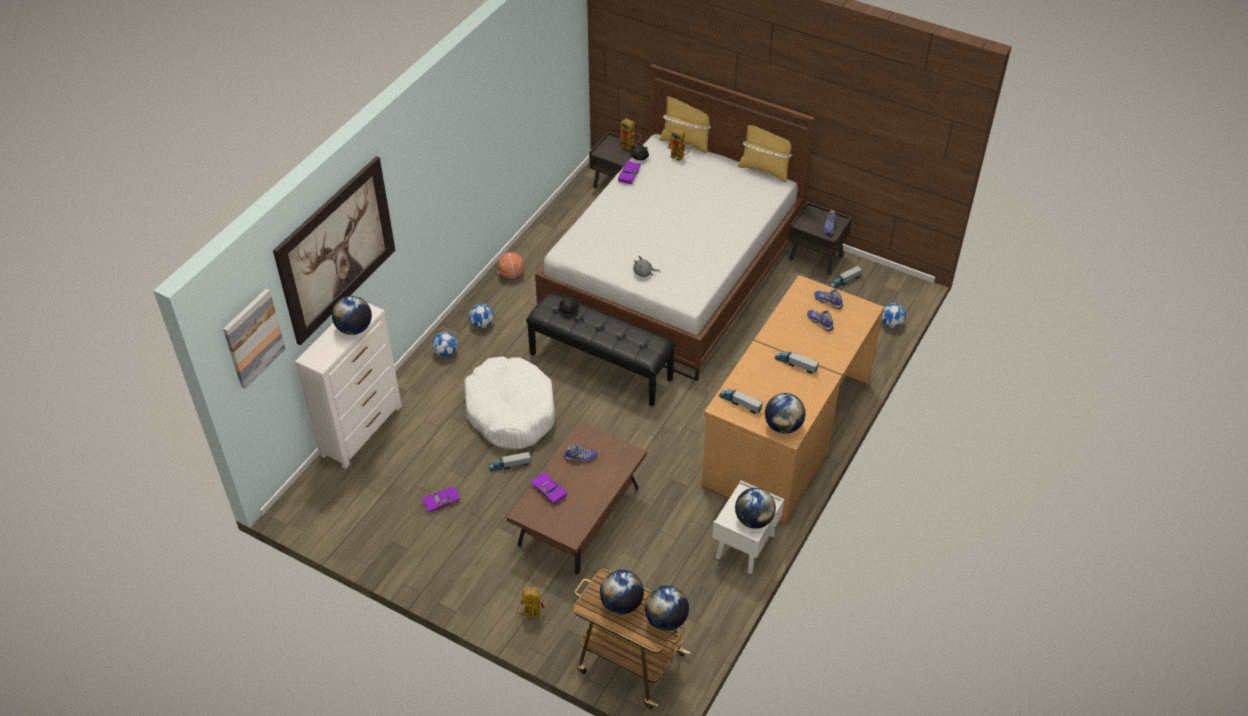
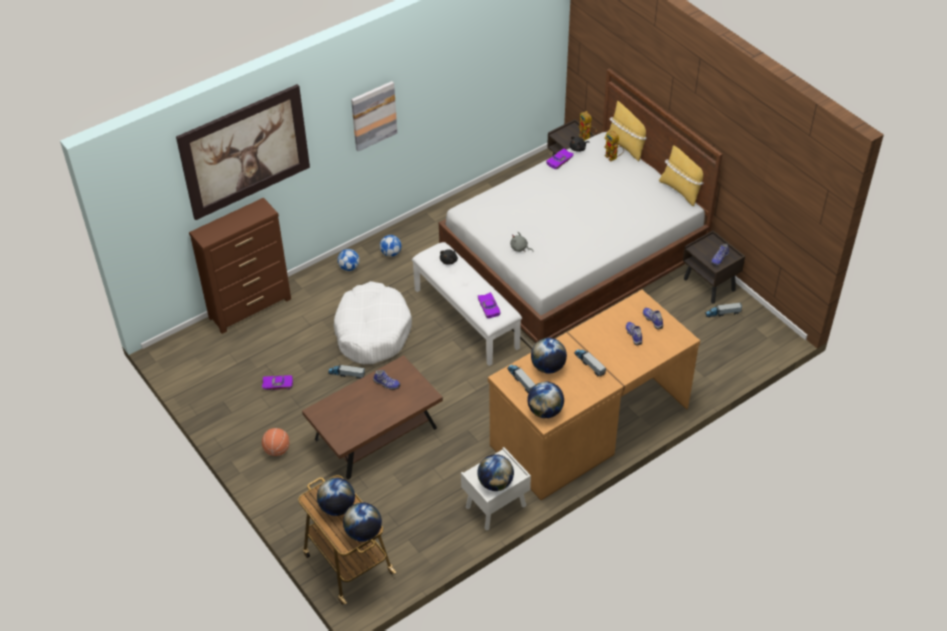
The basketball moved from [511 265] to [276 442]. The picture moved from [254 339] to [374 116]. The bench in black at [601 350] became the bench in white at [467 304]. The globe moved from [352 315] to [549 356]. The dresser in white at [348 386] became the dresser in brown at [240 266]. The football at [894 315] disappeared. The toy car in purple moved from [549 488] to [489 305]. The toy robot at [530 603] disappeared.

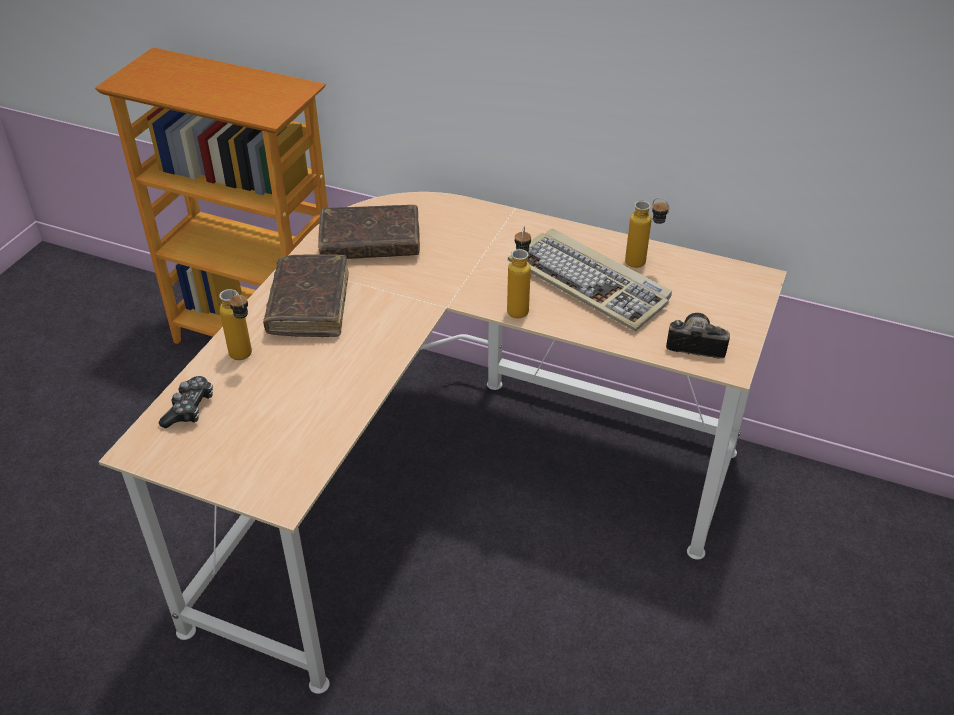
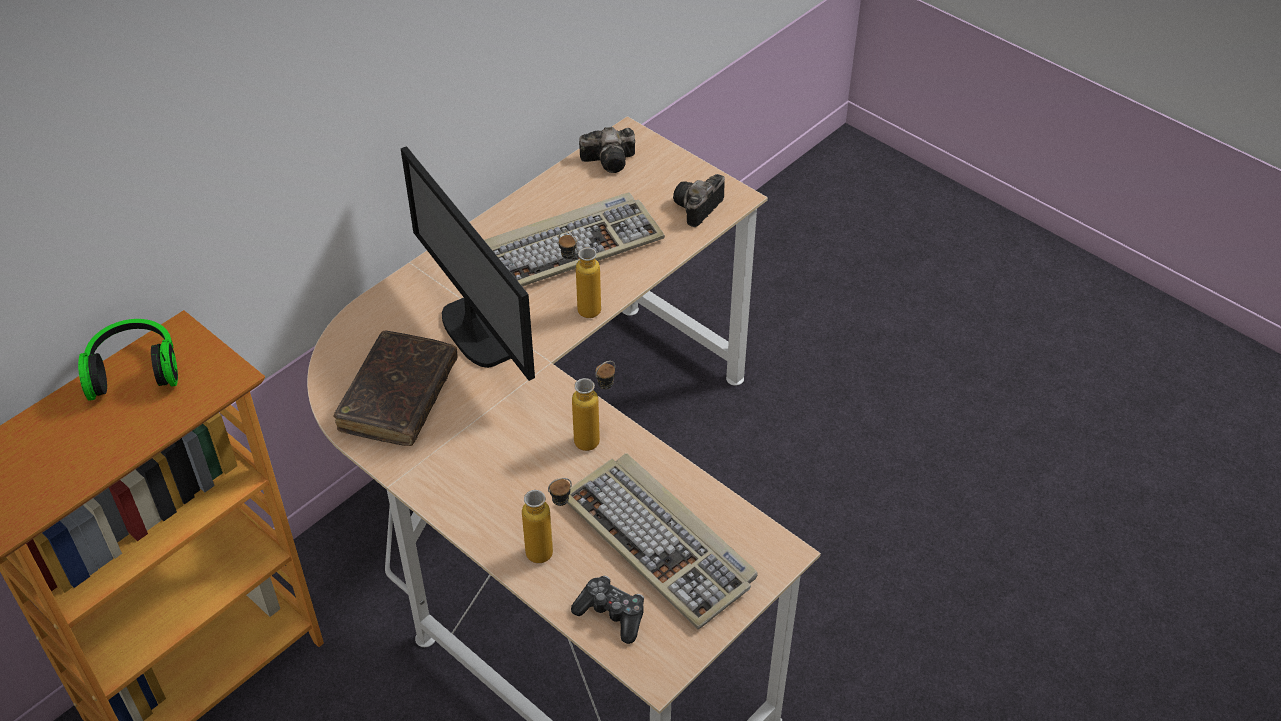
The bottle moved from [647 233] to [593 406]. The book in brown at [305 296] disappeared. The photo camera at [607 150] appeared. The monitor at [468 263] appeared. The headphones at [128 360] appeared. The keyboard at [662 541] appeared.

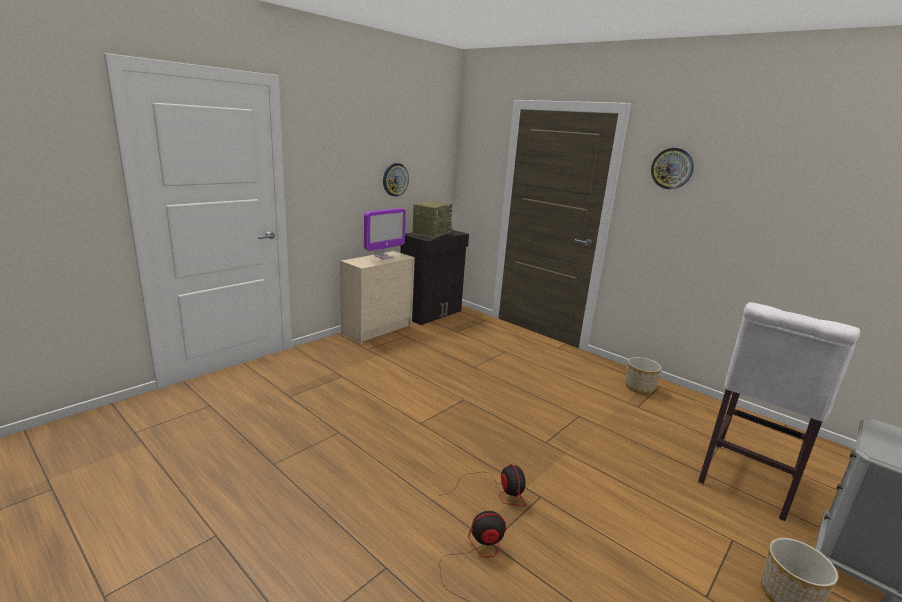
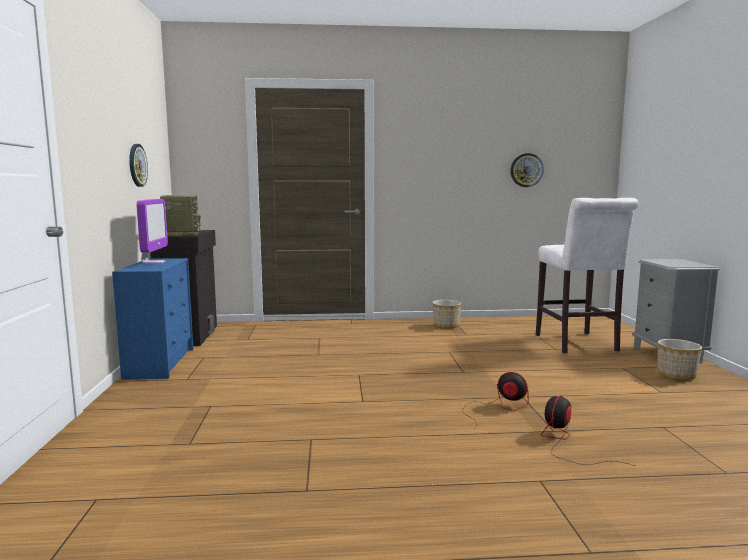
The wall clock moved from [672 168] to [527 170]. The dresser in beige at [377 297] became the dresser in blue at [153 319].

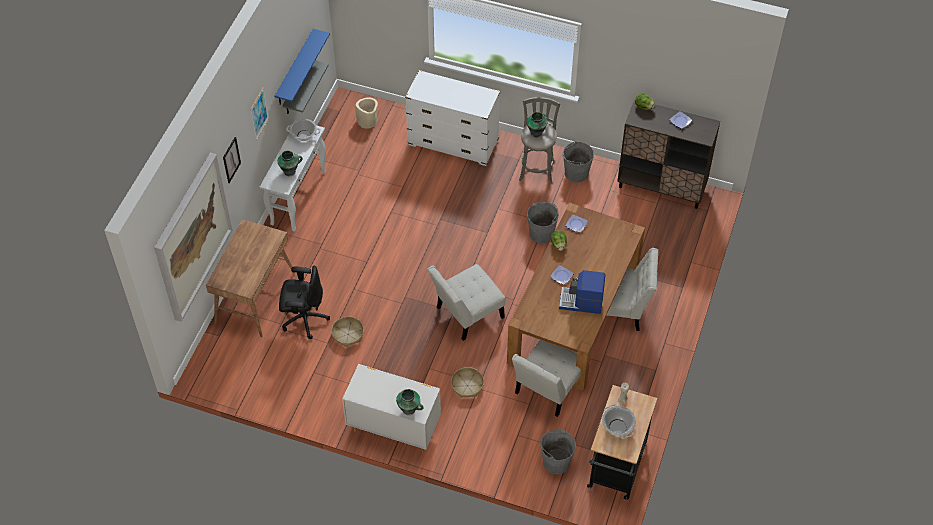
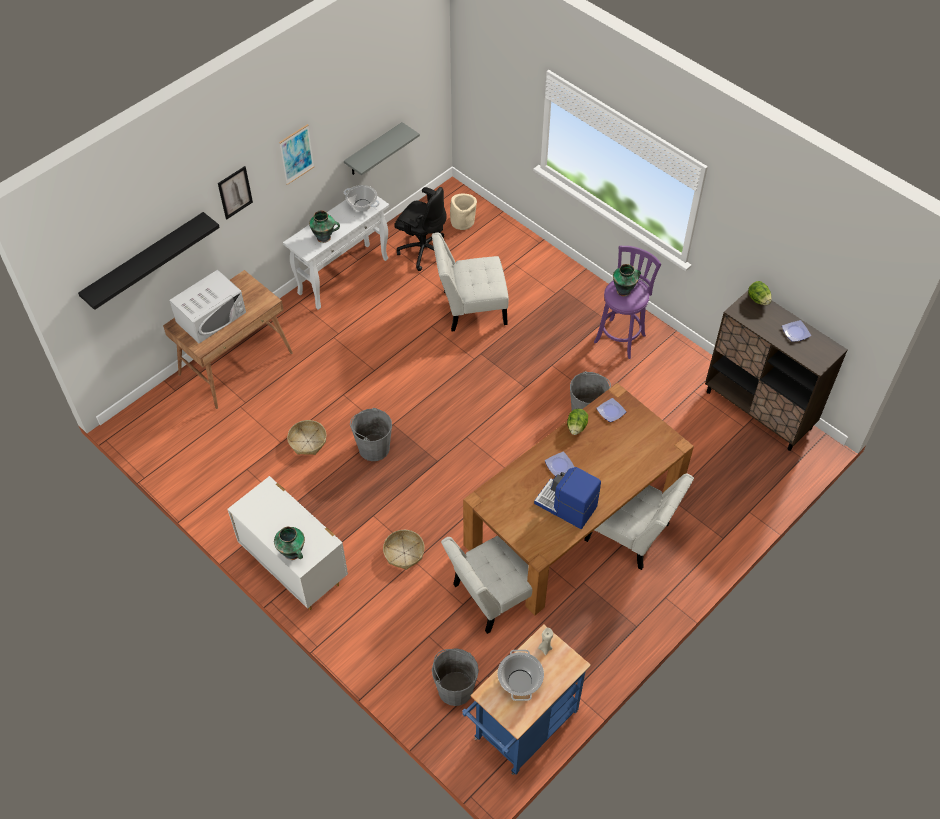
The shelf in blue at [302 67] disappeared. The dresser in white at [452 118] disappeared. The stool in grey at [539 140] became the stool in purple at [627 302]. The bucket in grey moved from [578 162] to [371 434]. The picture at [193 237] was replaced by the shelf in black at [149 261]. The chair in white moved from [466 302] to [470 282]. The office chair in black moved from [304 302] to [420 229]. The cart in black at [622 442] became the cart in blue at [526 699]. The microwave in white at [207 306] appeared.

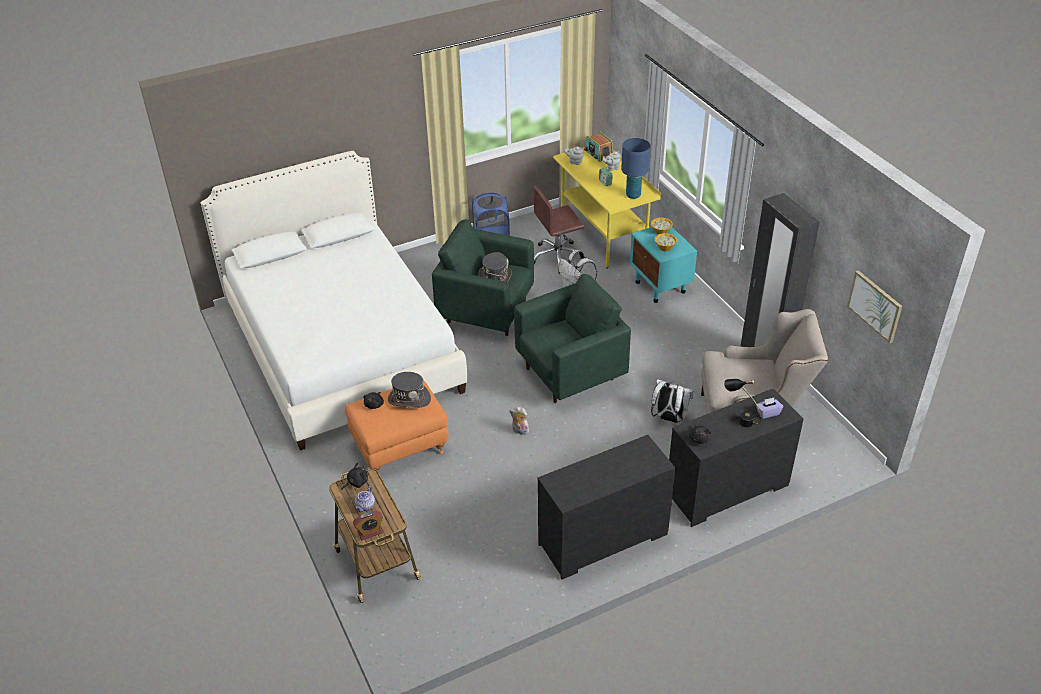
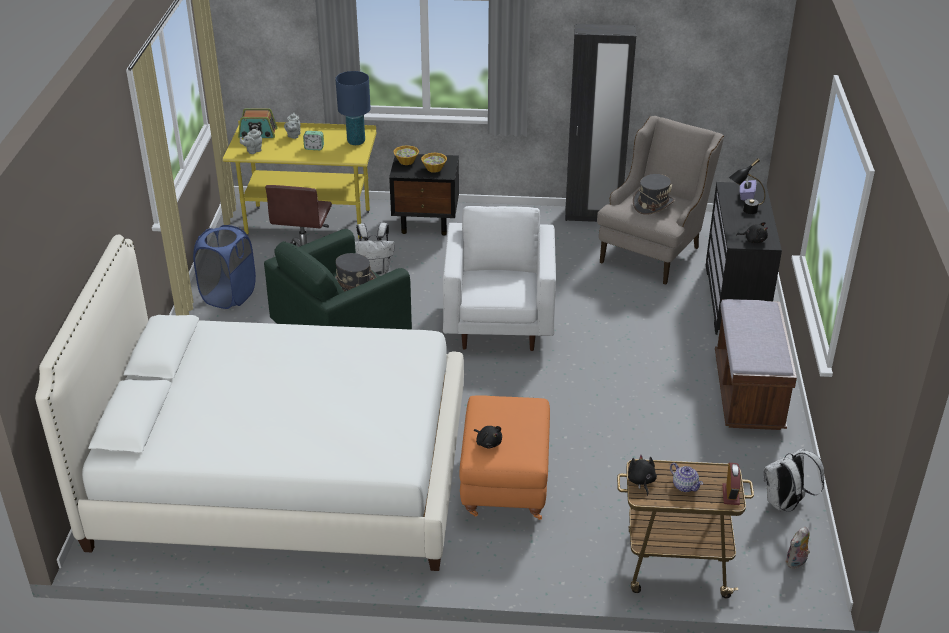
The nightstand in turquoise at [663 265] became the nightstand in black at [424 194]. The picture at [874 307] disappeared. The armchair in green at [572 338] became the armchair in white at [499 278]. The hat in grey moved from [409 390] to [654 194]. The backpack in white moved from [672 401] to [794 480]. The plush toy moved from [519 421] to [797 547]. The dresser in black at [607 507] was replaced by the bench in brown at [756 364].

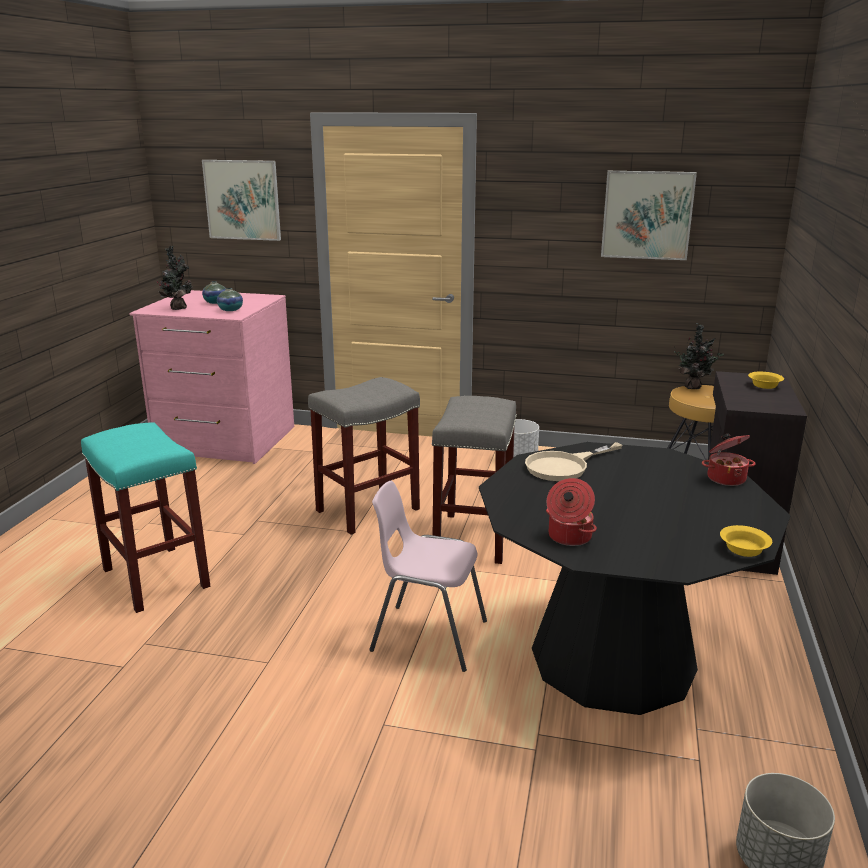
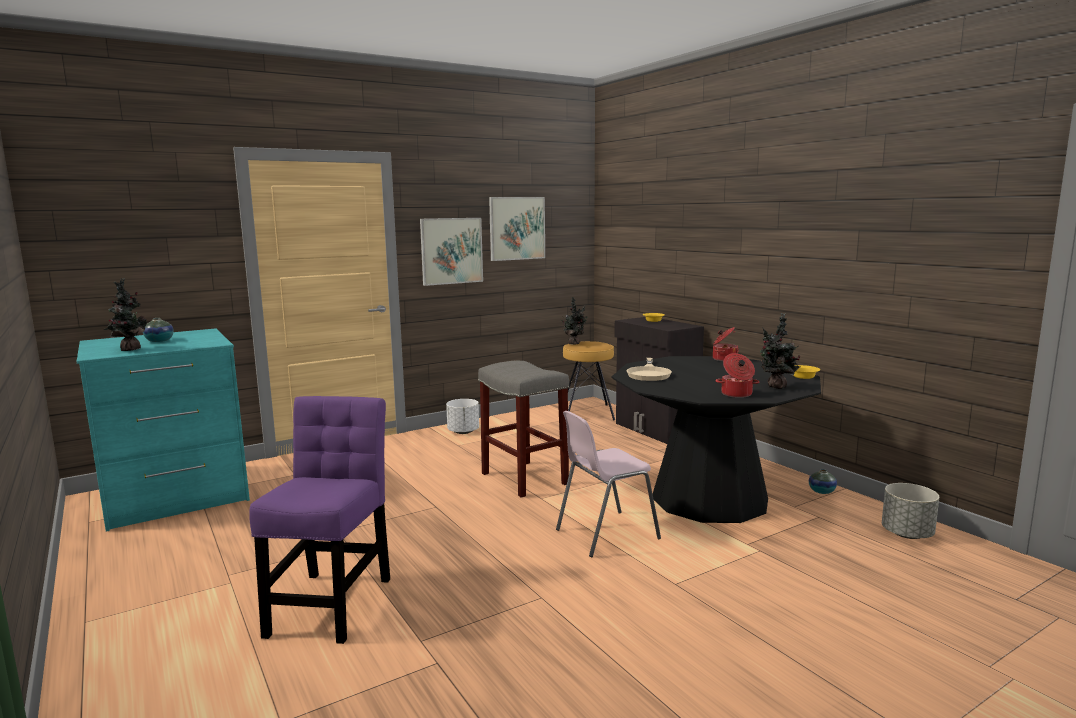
The picture moved from [241 200] to [451 252]. The vase moved from [230 299] to [823 481]. The dresser in pink at [211 377] became the dresser in turquoise at [163 430]. The stool in grey at [364 456] disappeared. The stool in turquoise at [145 517] was replaced by the chair in purple at [319 520]. The potted plant at [780 351] appeared.

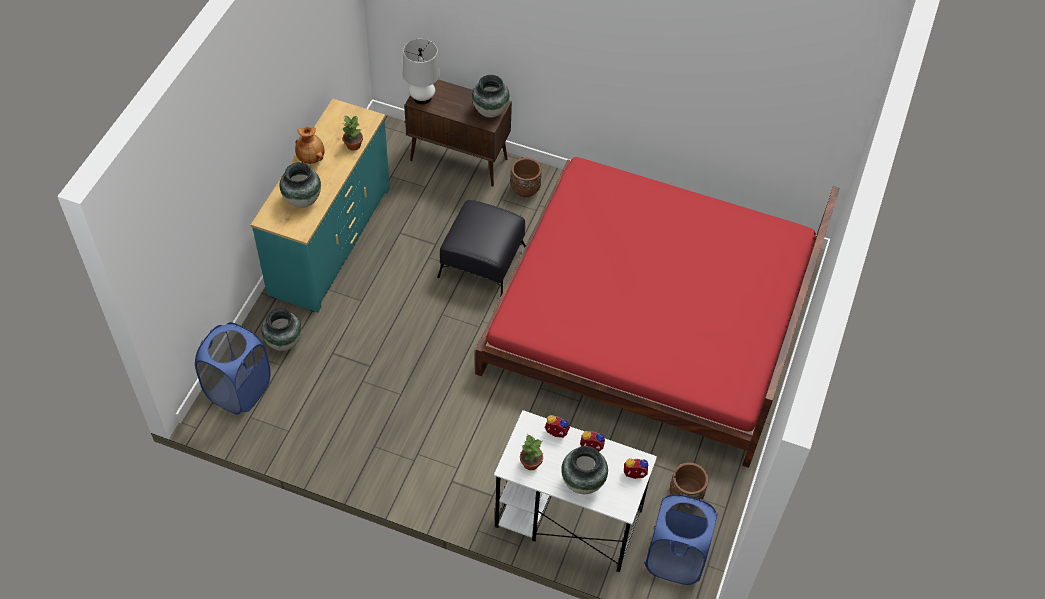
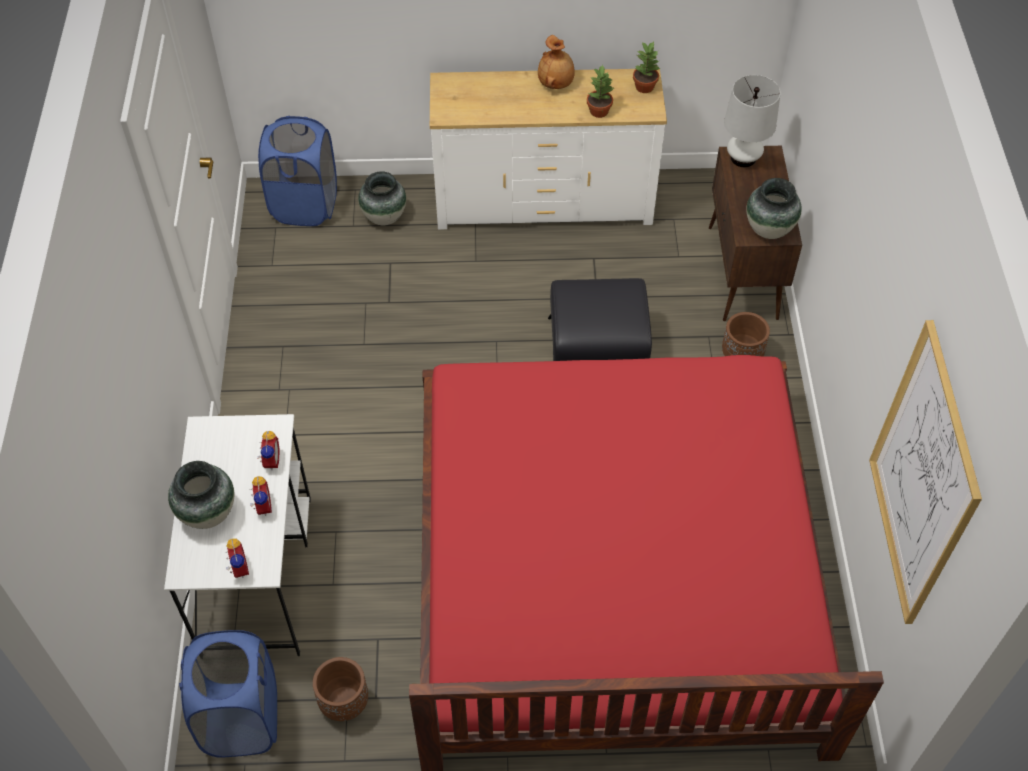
The dresser in turquoise at [320 205] became the dresser in white at [548 149]. The vase at [300 185] disappeared. The potted plant moved from [531 452] to [647 67]. The picture at [925 472] appeared.

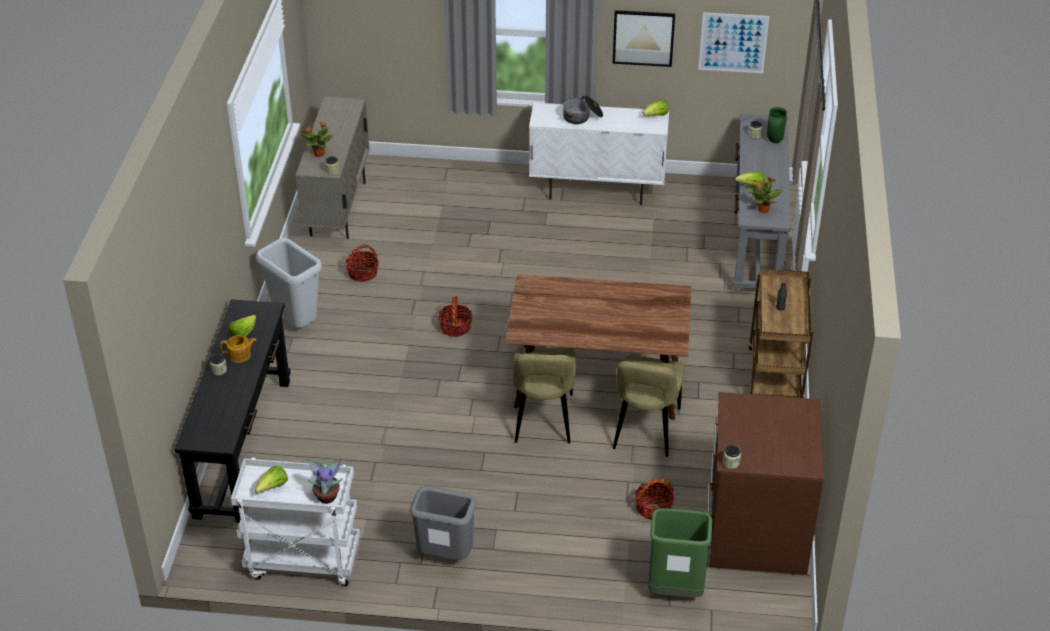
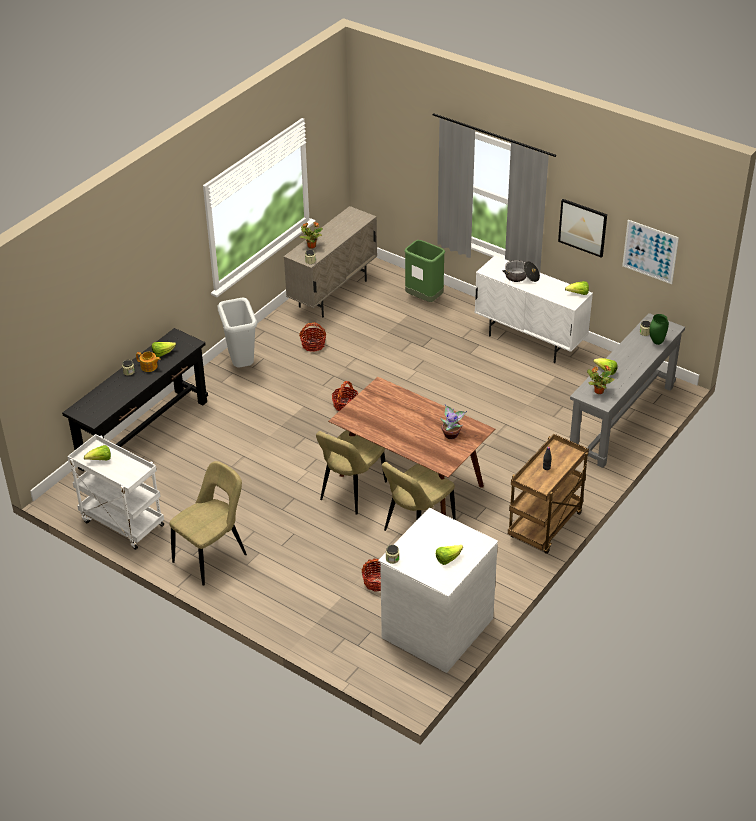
The dresser in brown at [766 483] became the dresser in white at [438 590]. The potted plant moved from [325 481] to [453 421]. The trash can in grey at [443 523] was replaced by the chair in beige at [208 523]. The trash can in green moved from [680 552] to [424 271]. The lettuce at [449 555] appeared.

